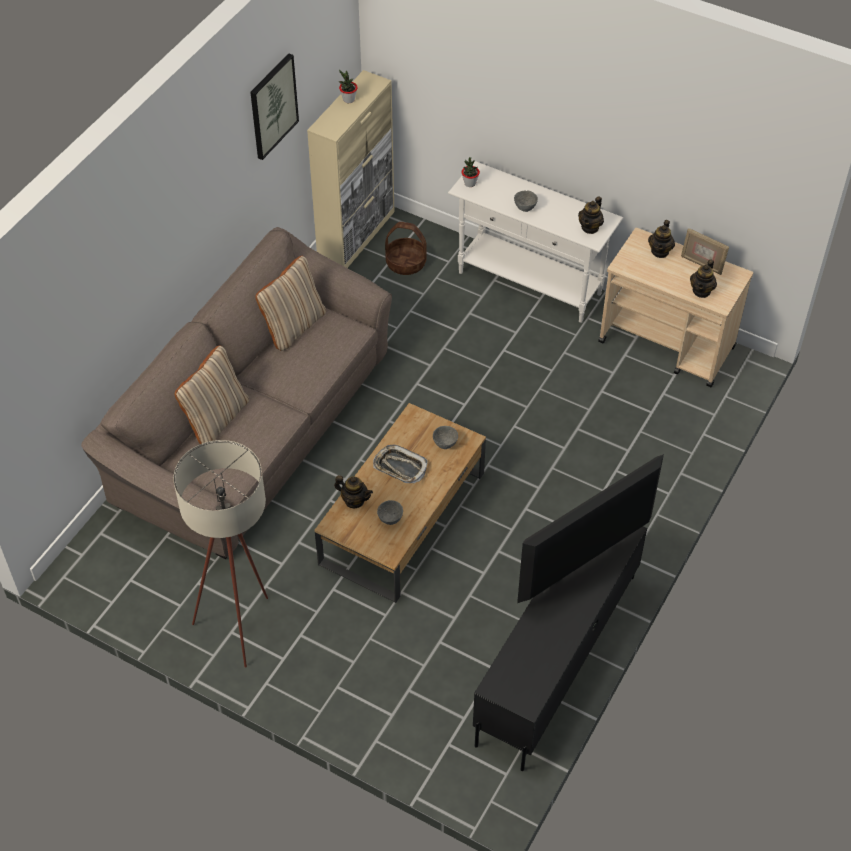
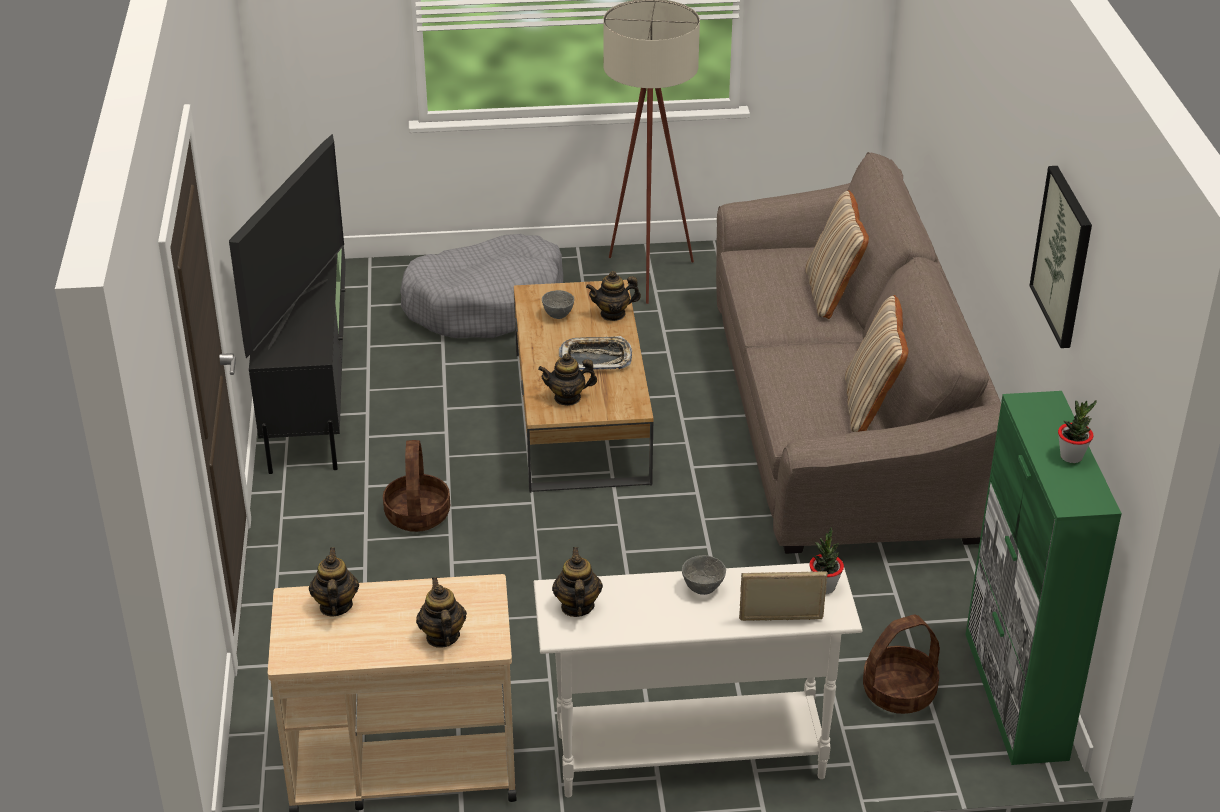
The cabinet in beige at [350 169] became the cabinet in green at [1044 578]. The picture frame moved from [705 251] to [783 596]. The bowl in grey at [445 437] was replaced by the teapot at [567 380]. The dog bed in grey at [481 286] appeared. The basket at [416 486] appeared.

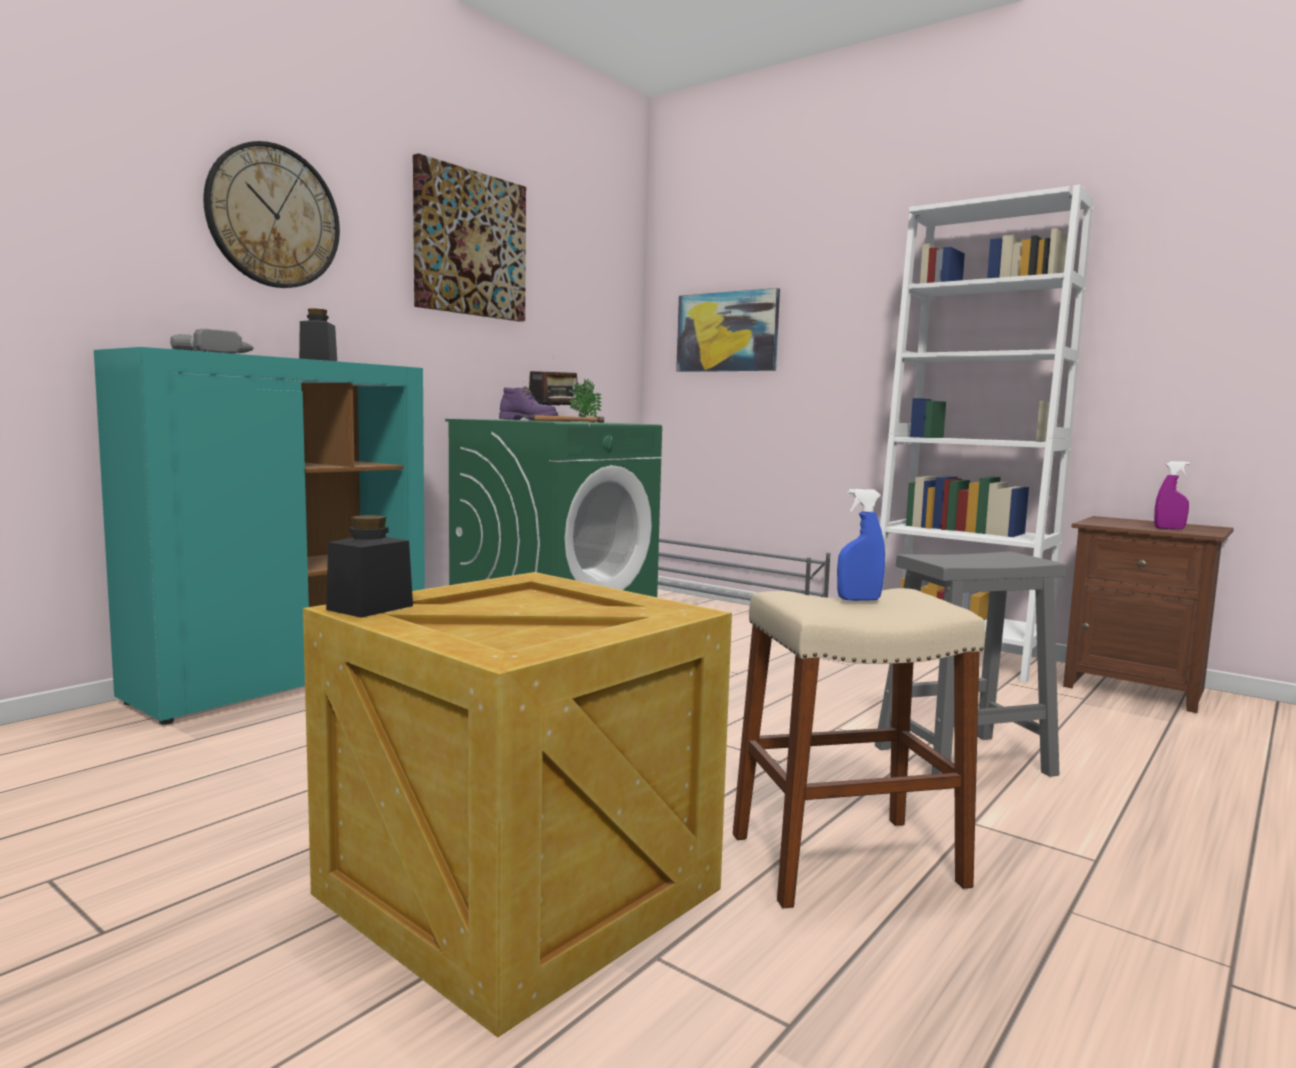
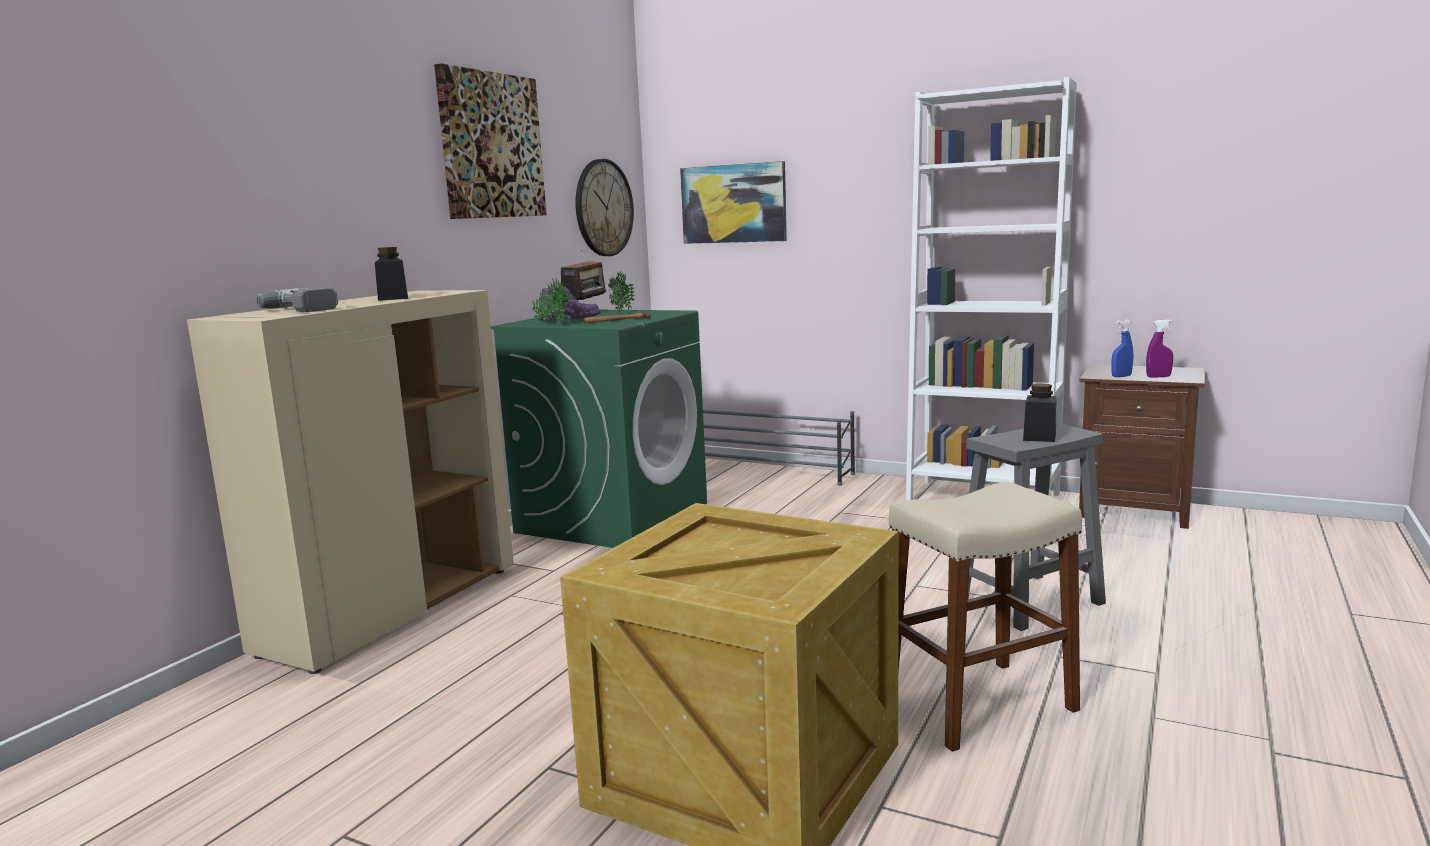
The wall clock moved from [271 214] to [605 207]. The cabinet in turquoise at [259 536] became the cabinet in beige at [350 482]. The spray bottle in blue moved from [861 545] to [1122 348]. The jar in black moved from [369 566] to [1039 412]. The potted plant at [551 301] appeared.

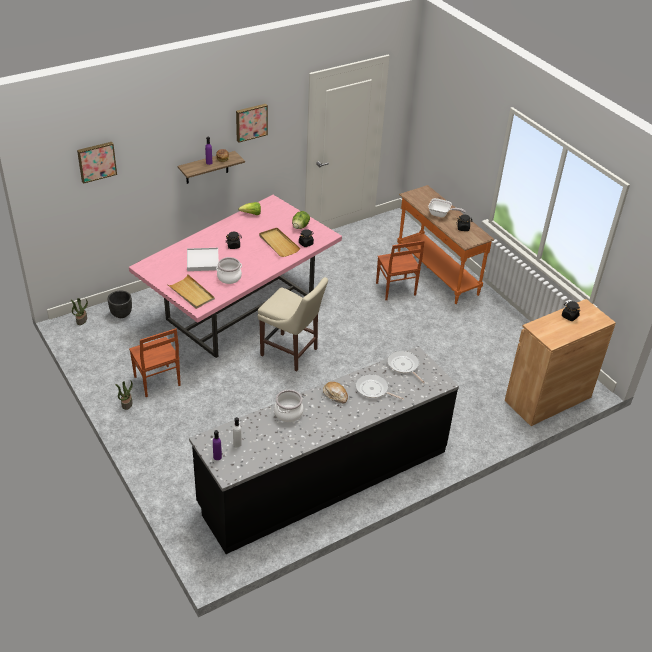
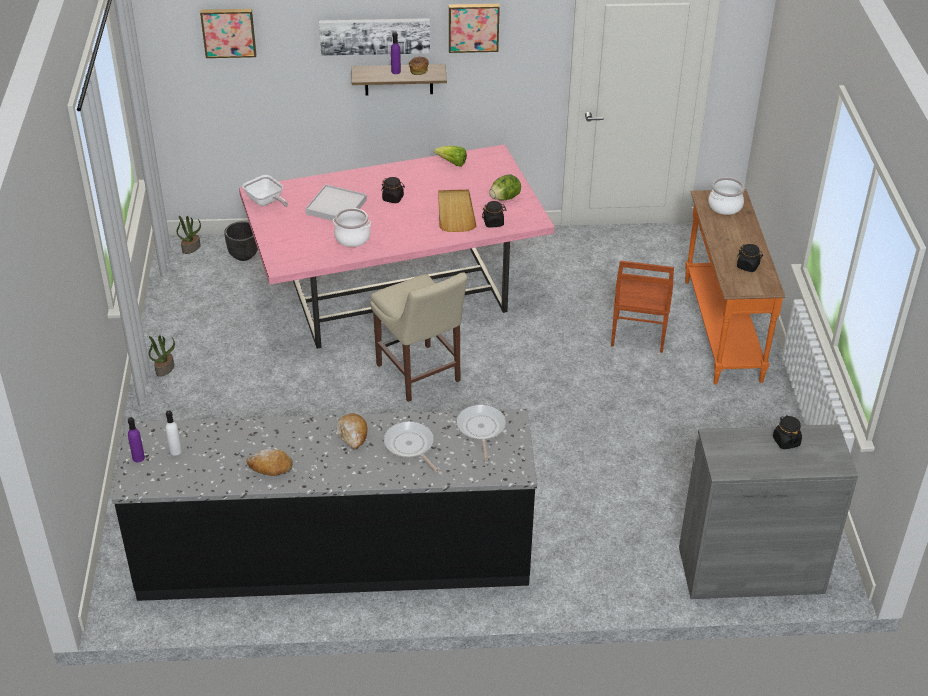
The frying pan moved from [446 208] to [265 191]. The tray in beige at [191 291] disappeared. The cabinet in brown at [560 362] became the cabinet in grey at [768 511]. The chair in brown at [155 362] disappeared. The cooking pot moved from [288 406] to [726 196]. The picture at [374 37] appeared. The bread at [269 462] appeared.

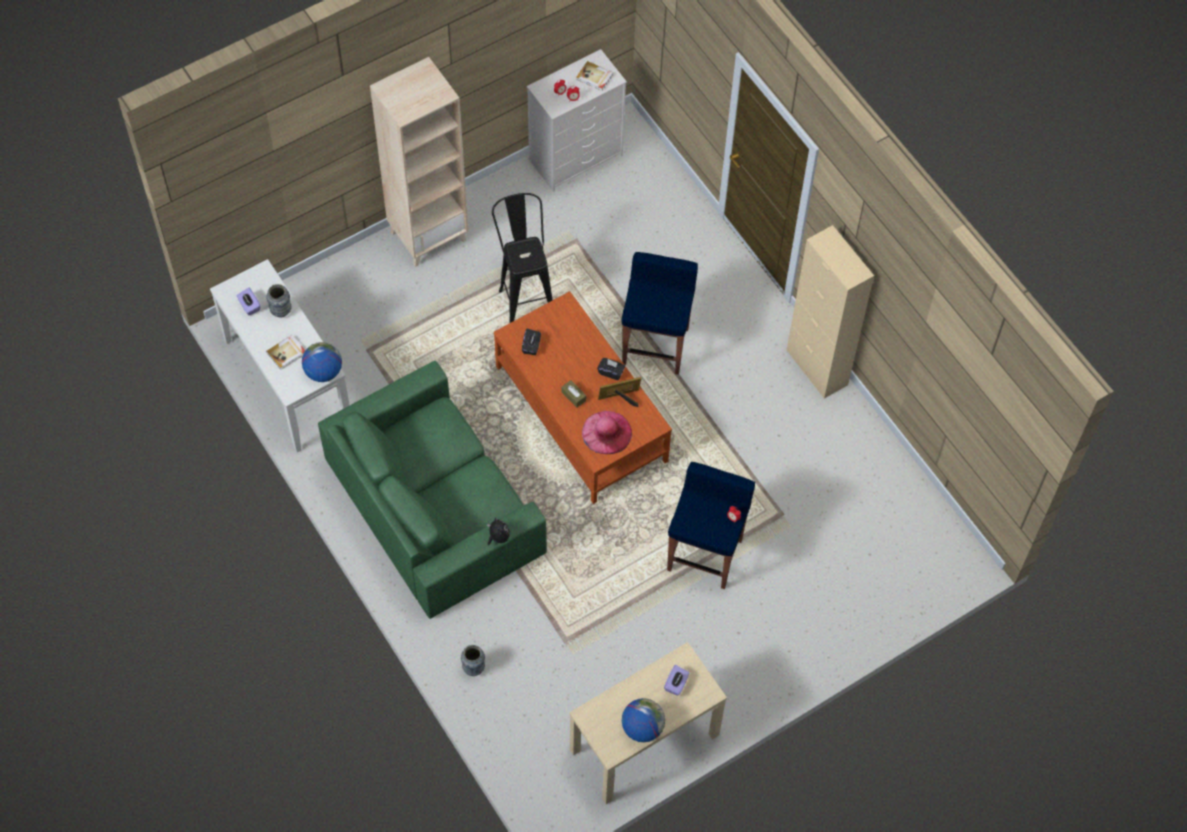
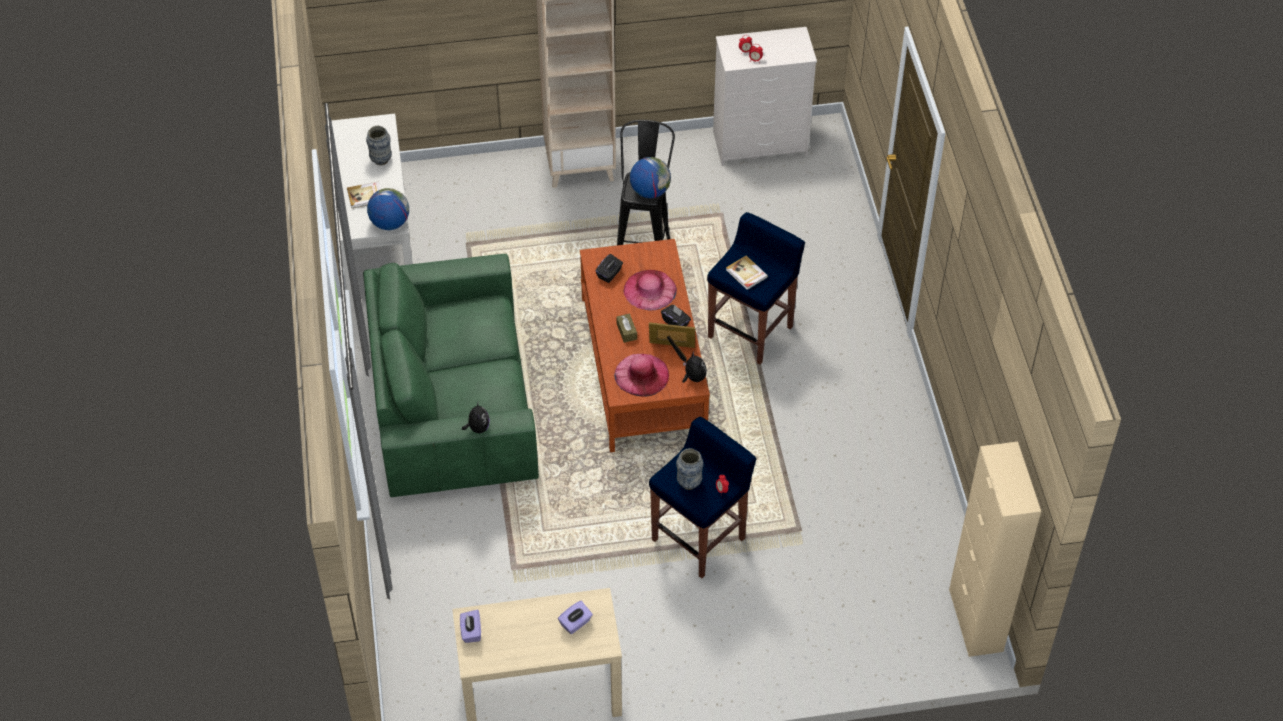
The book moved from [594 76] to [747 273]. The cabinet in beige moved from [830 312] to [995 549]. The tissue box in purple moved from [249 301] to [470 626]. The vase moved from [473 660] to [690 469]. The globe moved from [643 720] to [650 177]. The hat in pink at [650 290] appeared. The plush toy at [695 367] appeared.

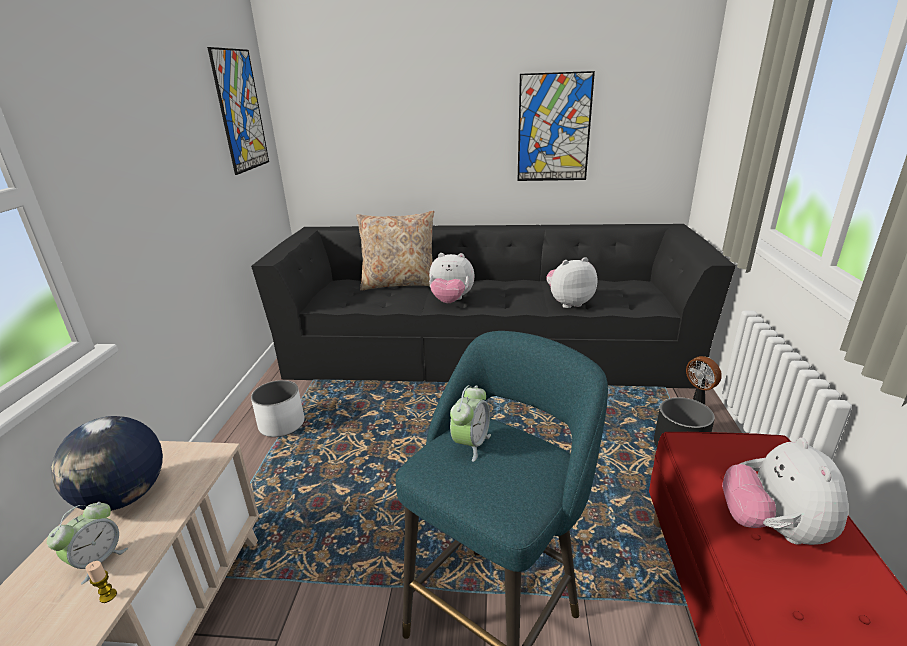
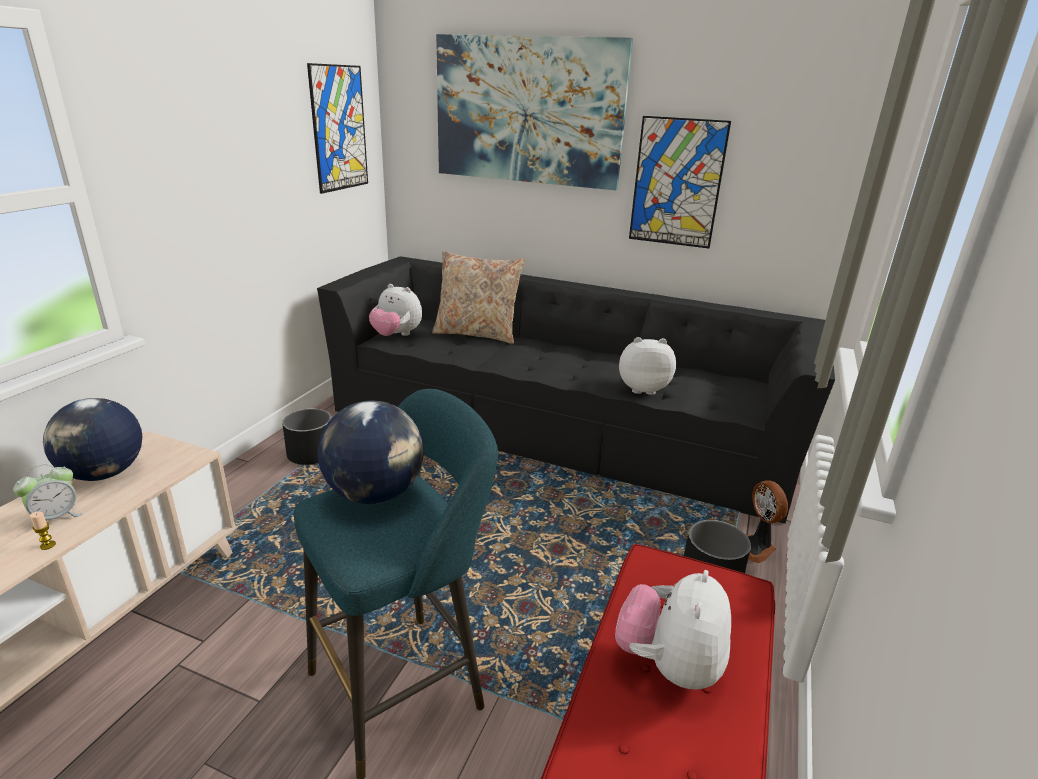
The plush toy moved from [451 278] to [395 310]. The planter in white at [277 408] became the planter in black at [306 437]. The alarm clock at [470 423] was replaced by the globe at [371 452]. The picture at [534 112] appeared.

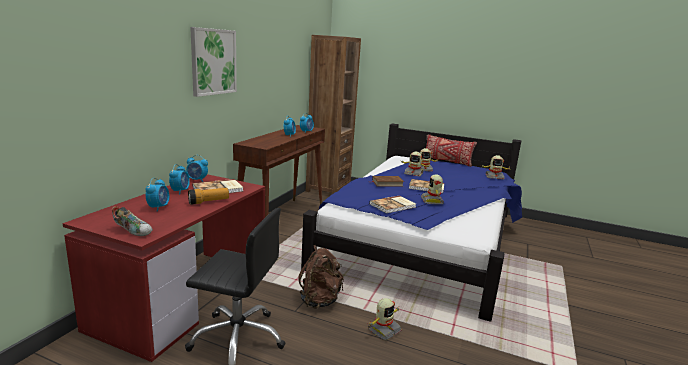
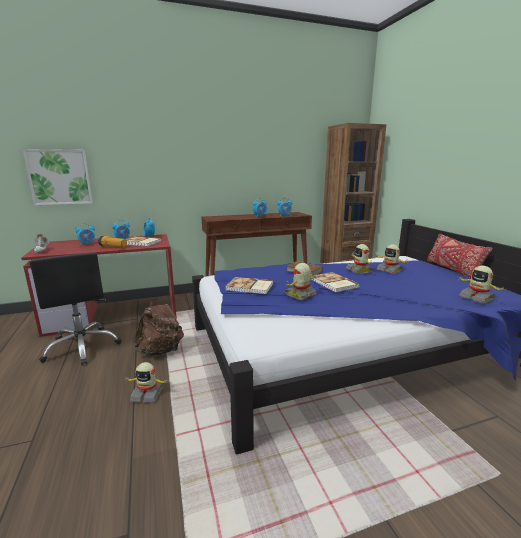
The picture moved from [213 62] to [58 177].

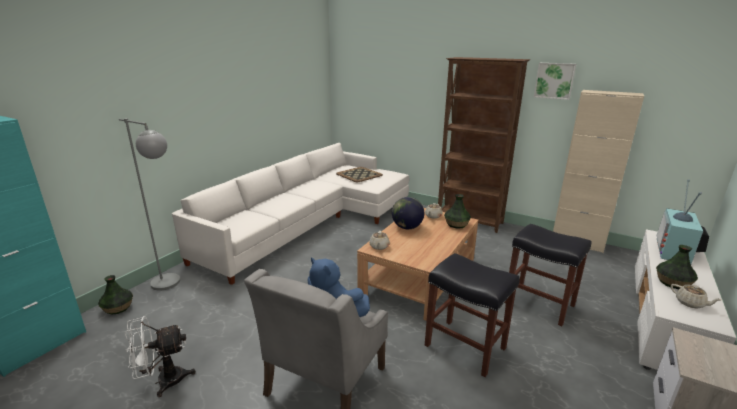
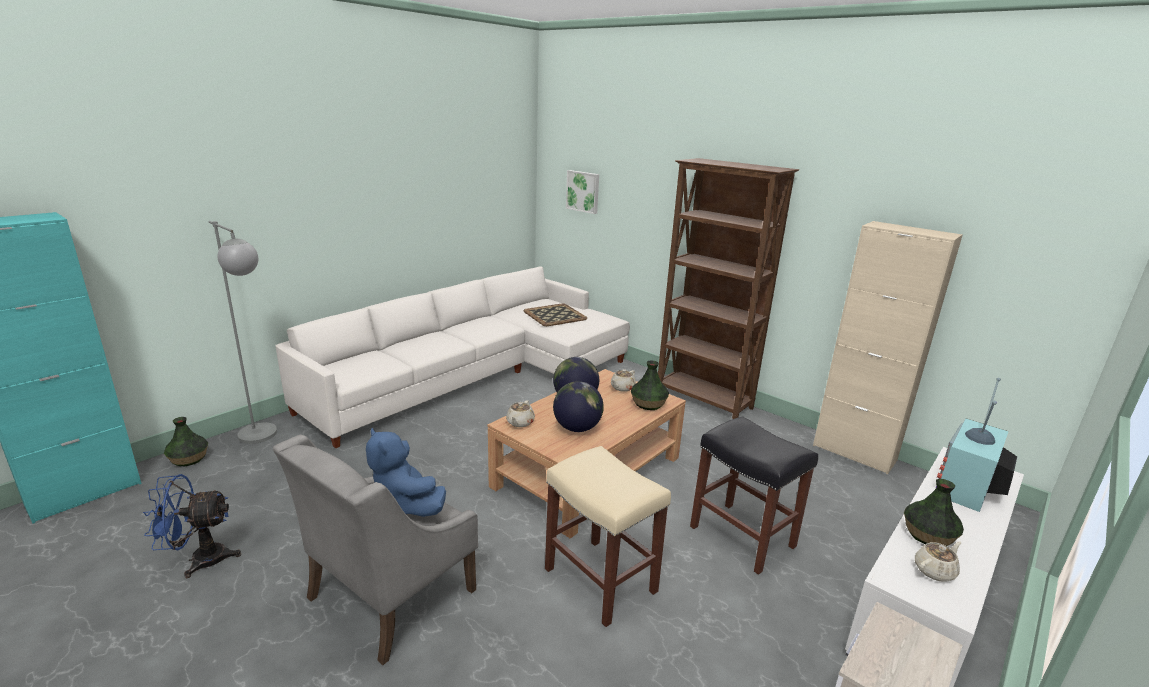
The picture moved from [555 81] to [582 192]. The stool in black at [472 315] became the stool in beige at [608 536]. The teapot in beige at [696 296] turned 90 degrees counterclockwise. The fan in white at [160 356] became the fan in blue at [192 526]. The globe at [578 406] appeared.

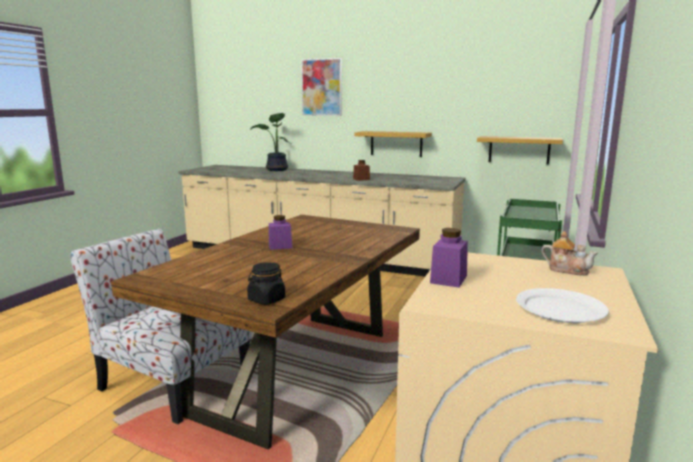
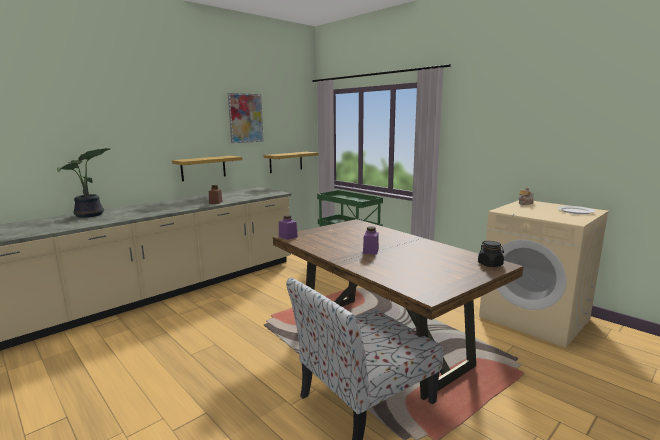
The picture moved from [321 87] to [246 118]. The jar in purple moved from [449 258] to [288 227].

